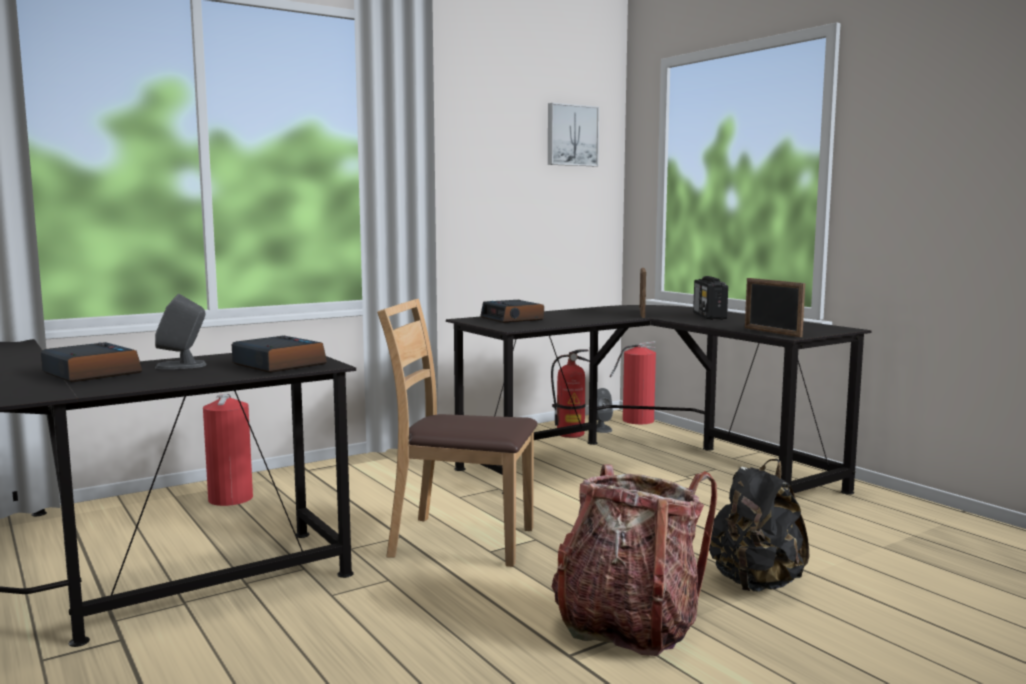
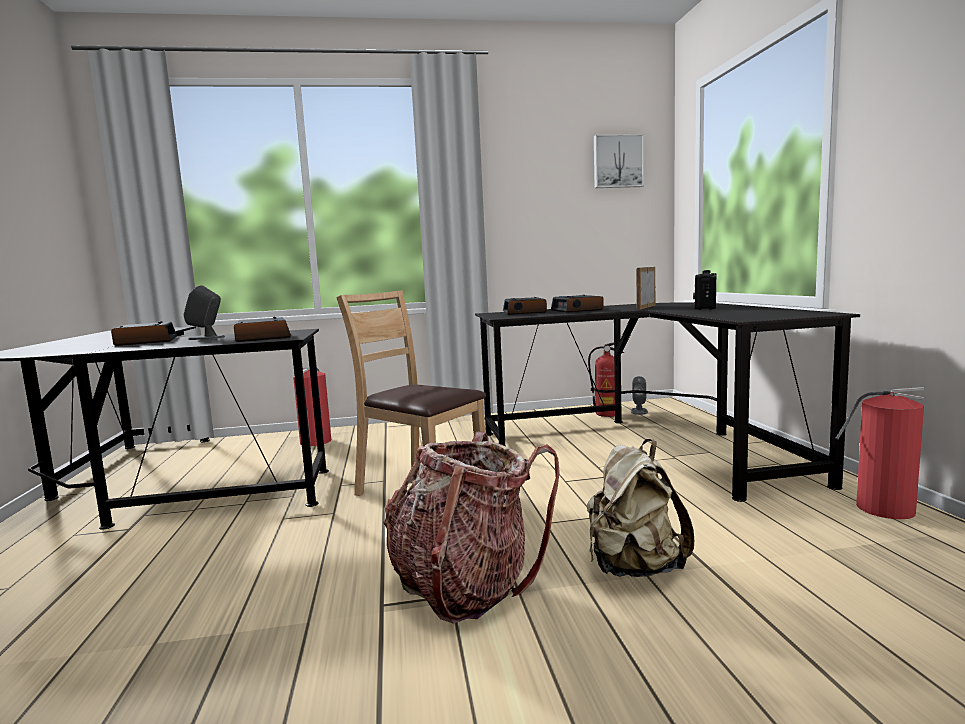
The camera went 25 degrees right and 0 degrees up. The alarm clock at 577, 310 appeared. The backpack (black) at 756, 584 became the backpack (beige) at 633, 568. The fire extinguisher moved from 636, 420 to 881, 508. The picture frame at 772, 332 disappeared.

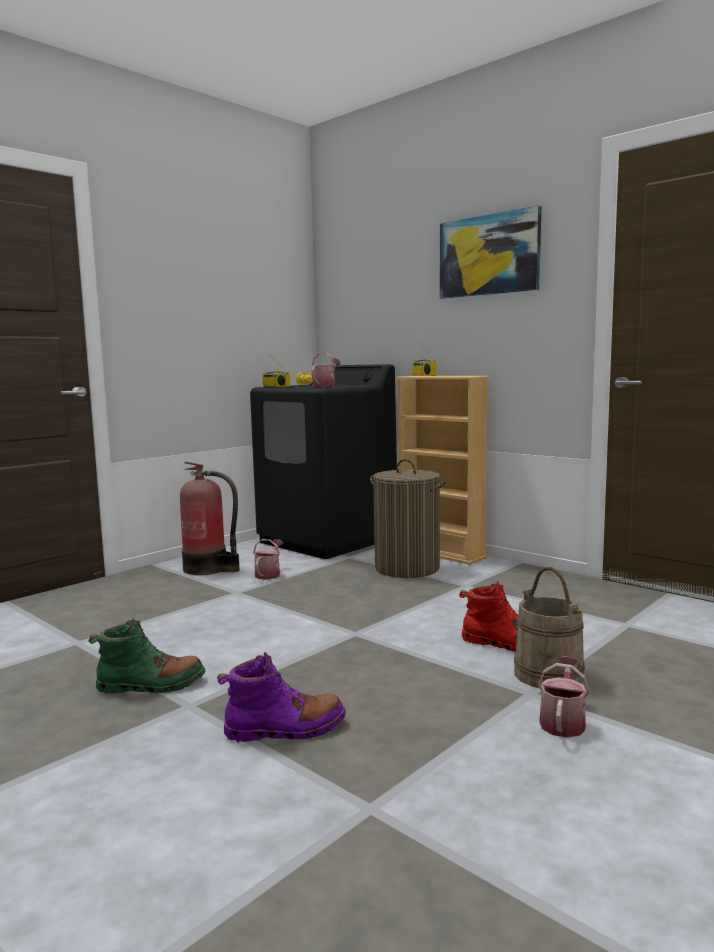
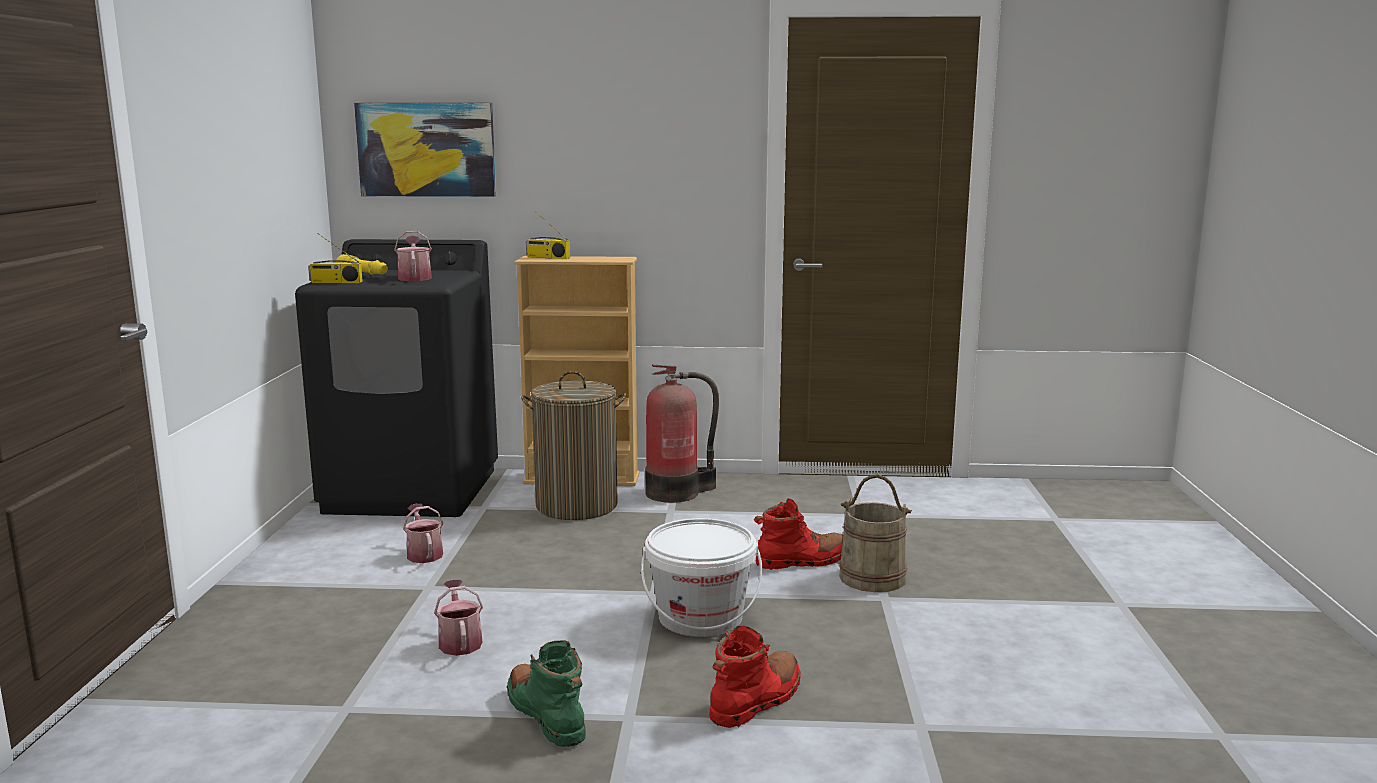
The camera went 40 degrees left and 5 degrees up. The picture moved from 489, 255 to 426, 149. The watering can moved from 562, 721 to 459, 641. The boot (green) at 151, 685 turned 75 degrees counterclockwise. The bucket (white) at 700, 618 appeared. The fire extinguisher moved from 208, 569 to 676, 493. The boot (purple) at 285, 729 became the boot (red) at 756, 700.

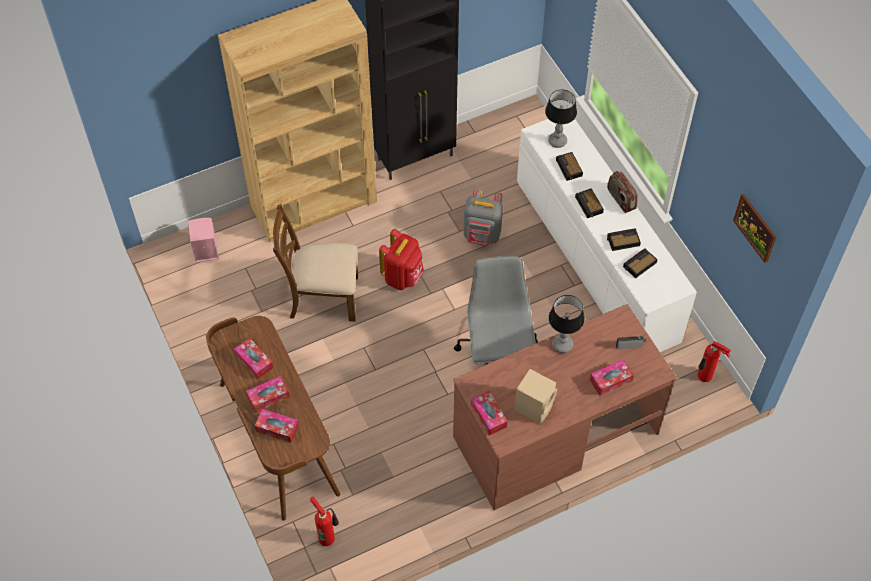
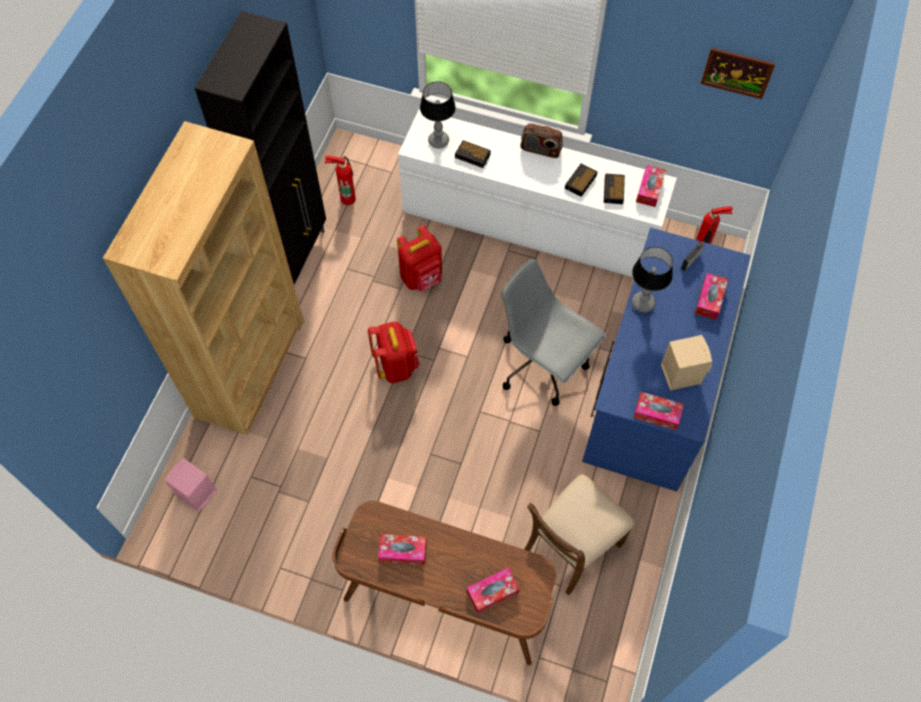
The camera went 45 degrees left and 5 degrees up. The fire extinguisher moved from 327, 536 to 347, 197. The backpack (grey) at 482, 235 became the backpack (red) at 422, 277. The chair (brown) moved from 323, 296 to 571, 546. The desk (brown) at 555, 434 became the desk (blue) at 652, 389. The tissue box moved from 268, 397 to 649, 189. The alarm clock at 589, 205 disappeared.

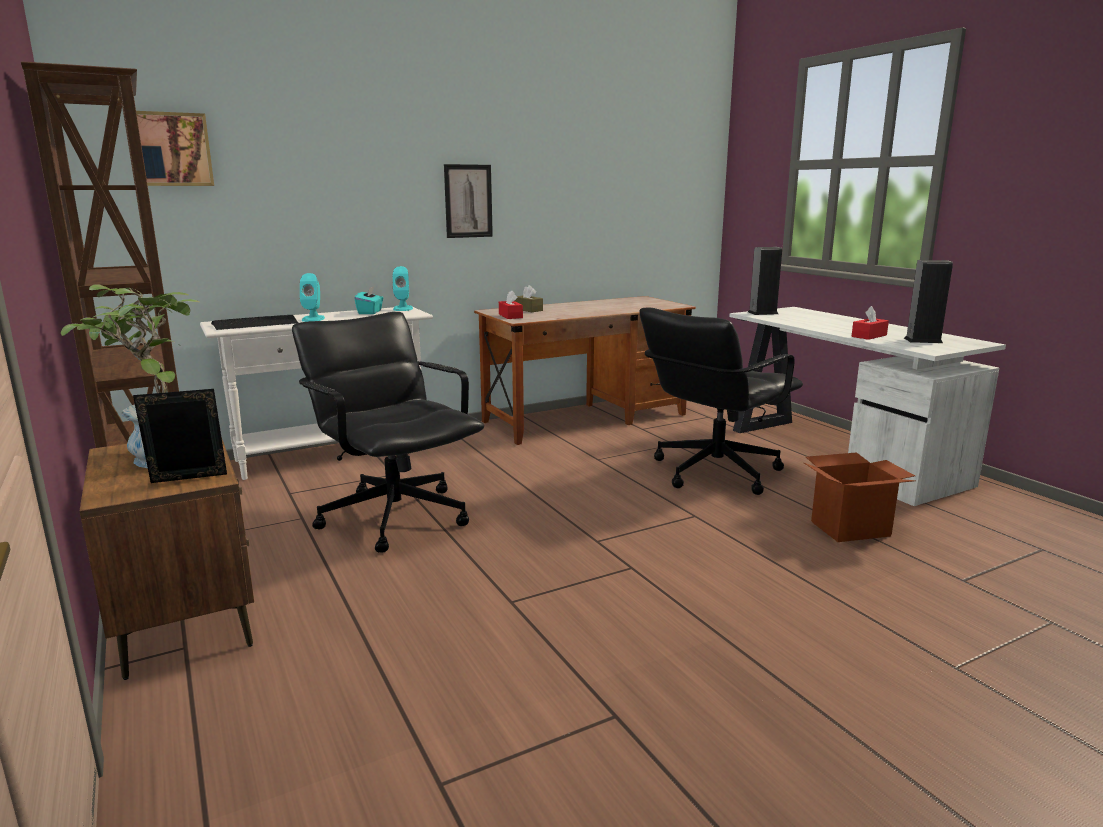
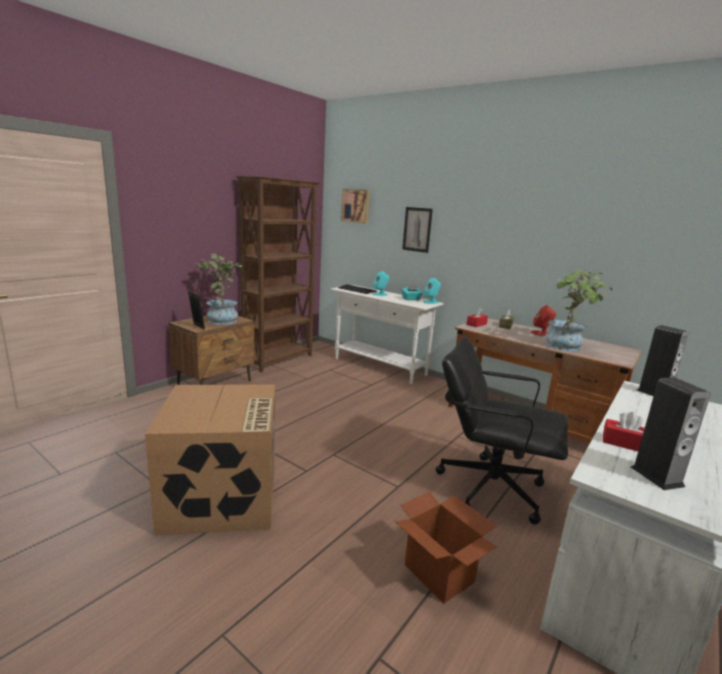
The camera went 65 degrees right and 0 degrees up. The cardboard box at 223, 497 appeared. The picture moved from 468, 201 to 417, 229. The speaker (red) at 541, 333 appeared. The potted plant at 567, 347 appeared. The office chair (black) at 395, 516 disappeared.

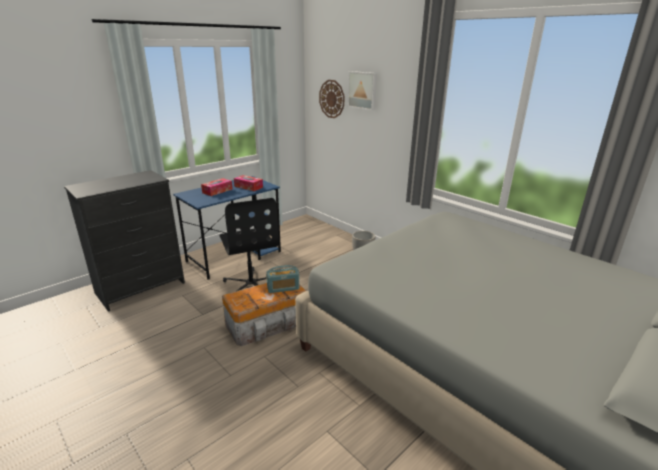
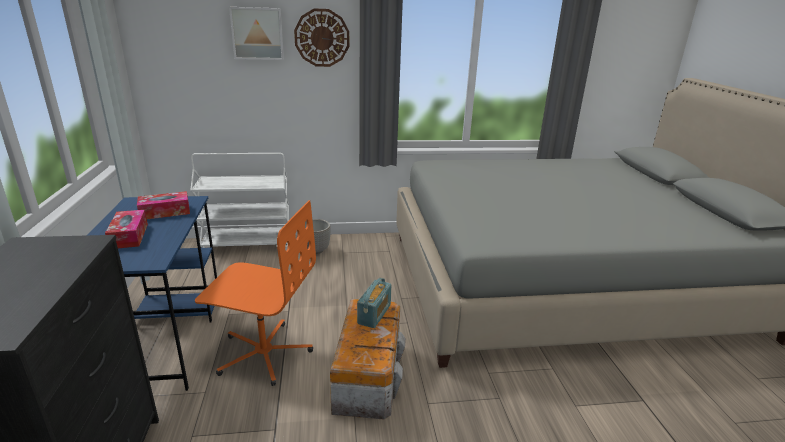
The camera went 55 degrees left and 0 degrees up. The cart (white) at 247, 246 appeared. The office chair (black) at 251, 285 became the office chair (orange) at 264, 353. The wall clock moved from 332, 99 to 322, 38.

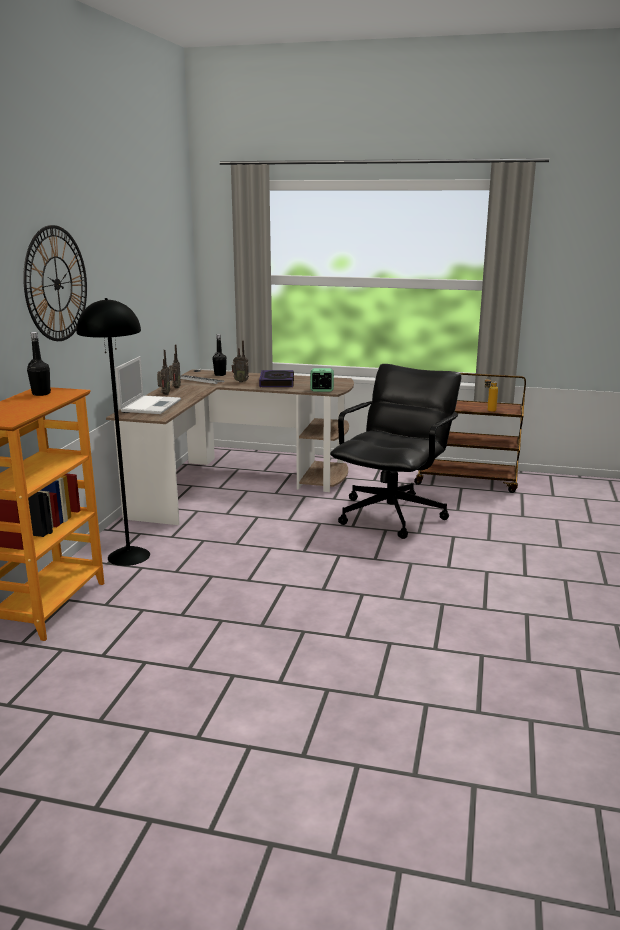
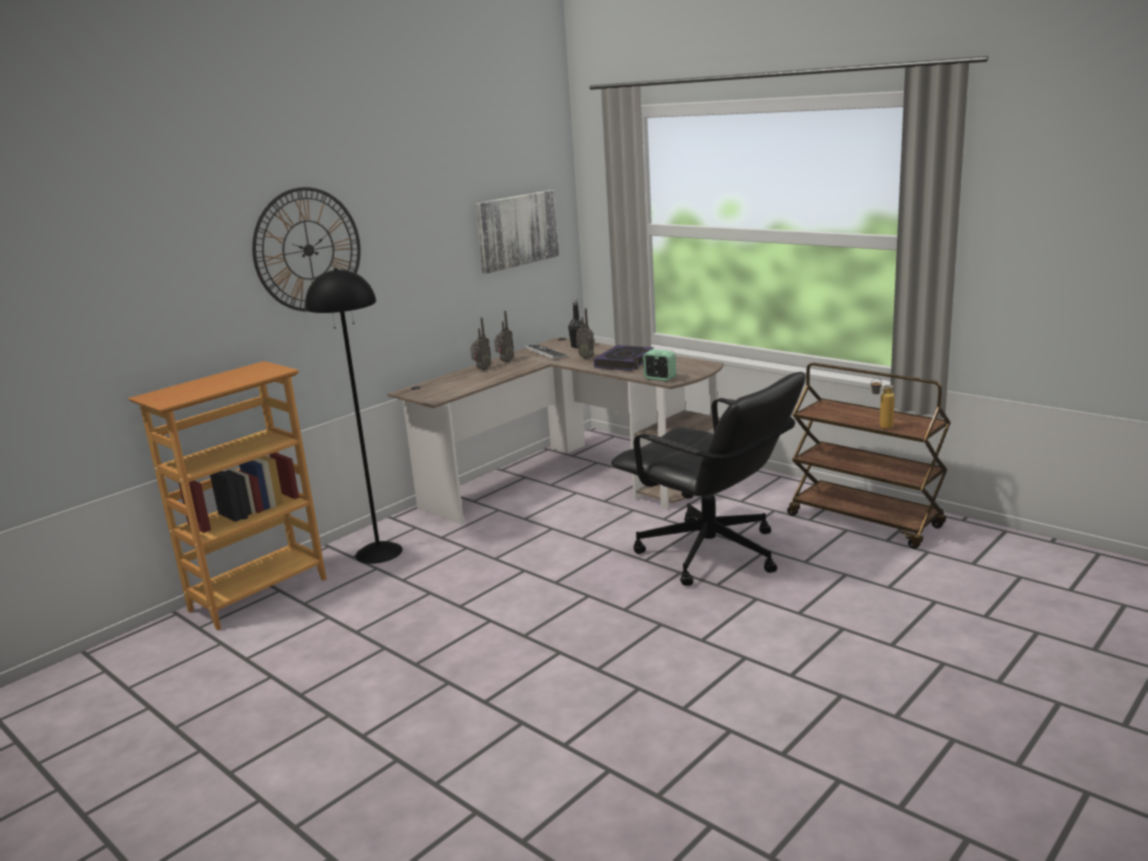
The camera went 30 degrees right and 0 degrees up. The picture at 516, 230 appeared. The office chair (black) at 392, 515 turned 75 degrees clockwise. The bottle (black) at 41, 393 disappeared. The laptop at 151, 405 disappeared.

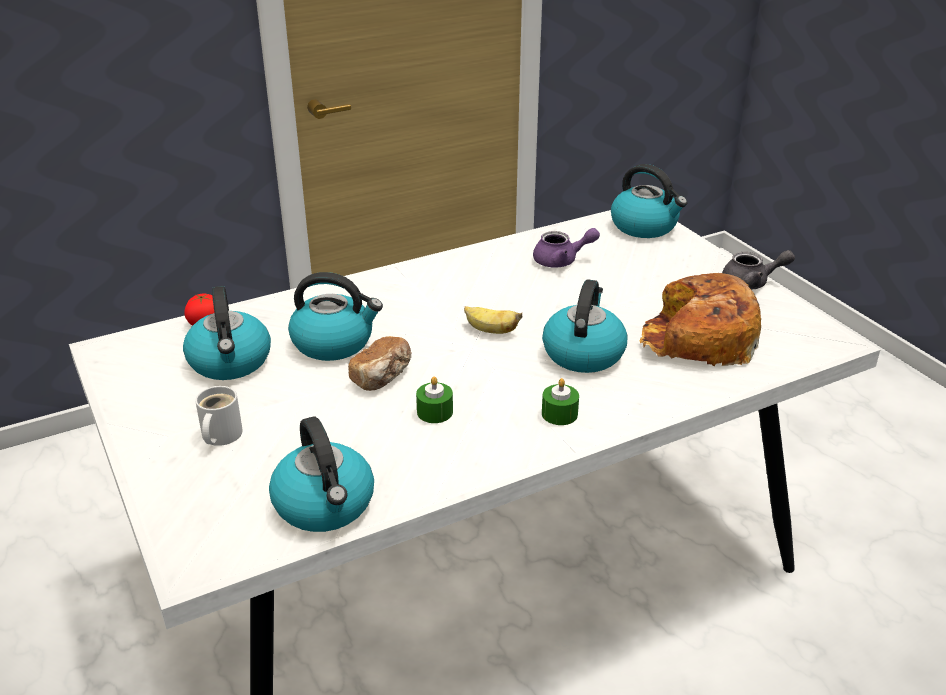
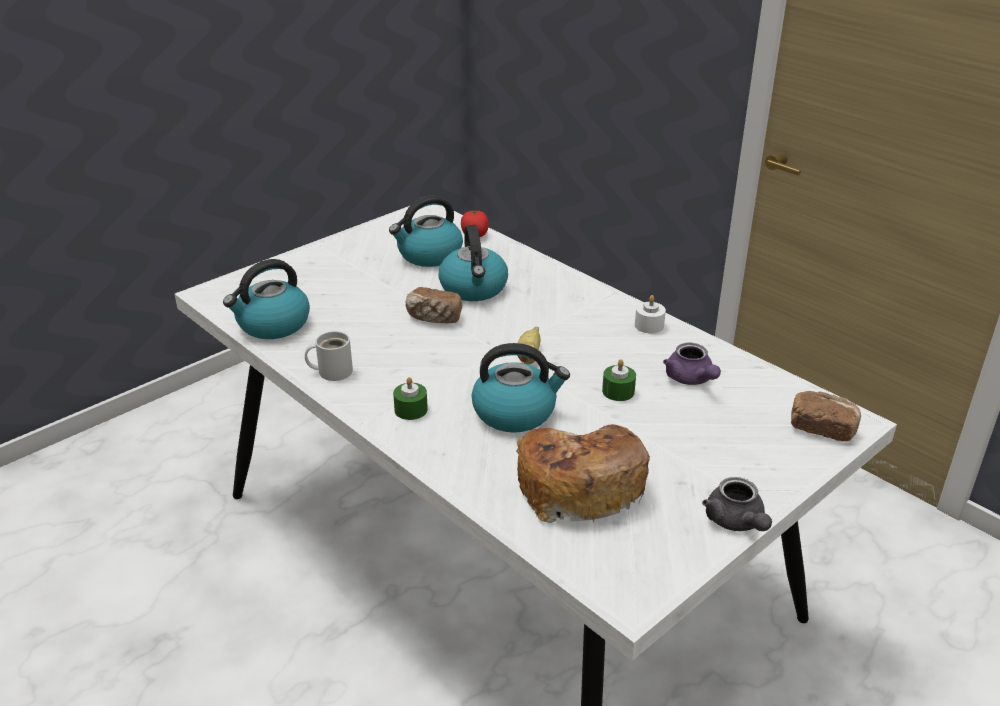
The camera went 75 degrees right and 0 degrees up. The mug (white) moved from 219, 436 to 332, 371. The candle (green) moved from 435, 412 to 618, 391. The candle (white) at 649, 325 appeared. The kettle at 645, 226 was replaced by the bread at 822, 428.

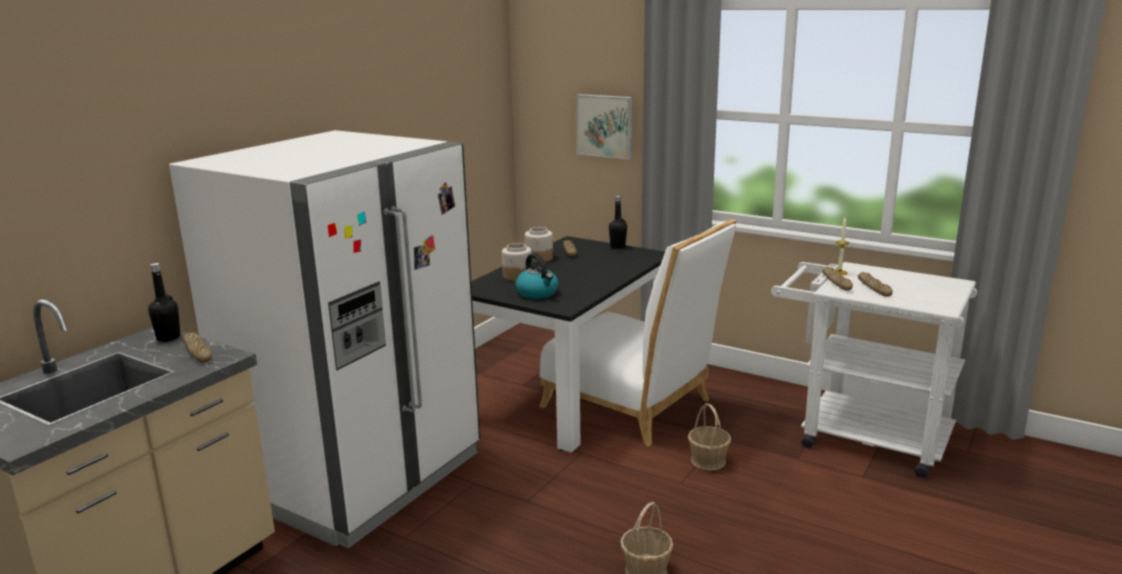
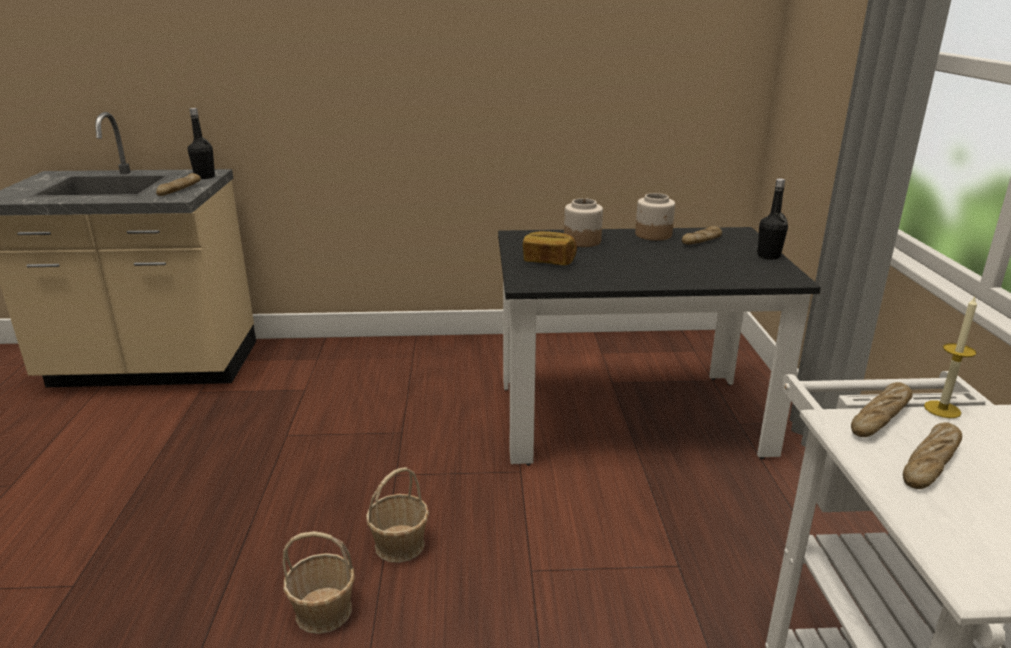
The camera went 55 degrees right and 5 degrees up. The basket moved from 708, 461 to 400, 545. The kettle at 538, 293 was replaced by the bread at 548, 261. The fridge (white) at 360, 476 disappeared. The chair (white) at 634, 406 disappeared. The picture at 605, 125 disappeared.

